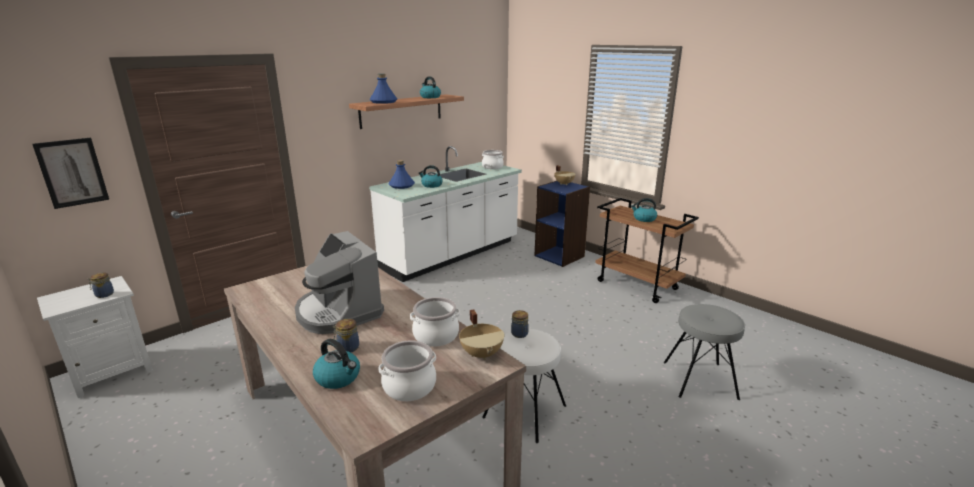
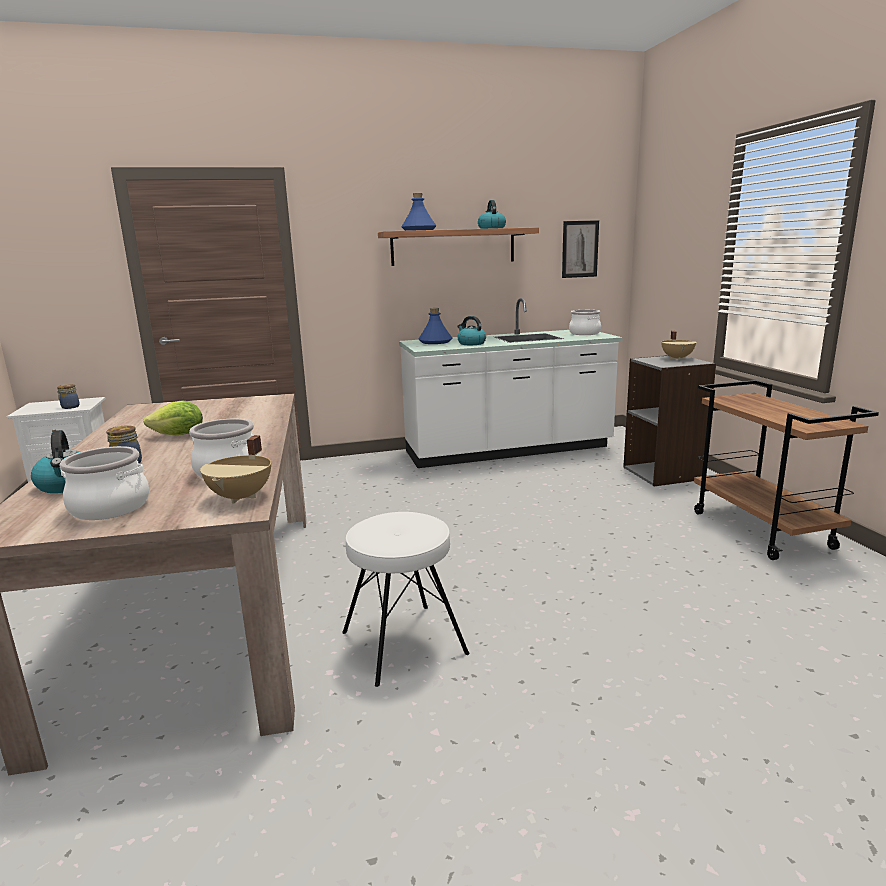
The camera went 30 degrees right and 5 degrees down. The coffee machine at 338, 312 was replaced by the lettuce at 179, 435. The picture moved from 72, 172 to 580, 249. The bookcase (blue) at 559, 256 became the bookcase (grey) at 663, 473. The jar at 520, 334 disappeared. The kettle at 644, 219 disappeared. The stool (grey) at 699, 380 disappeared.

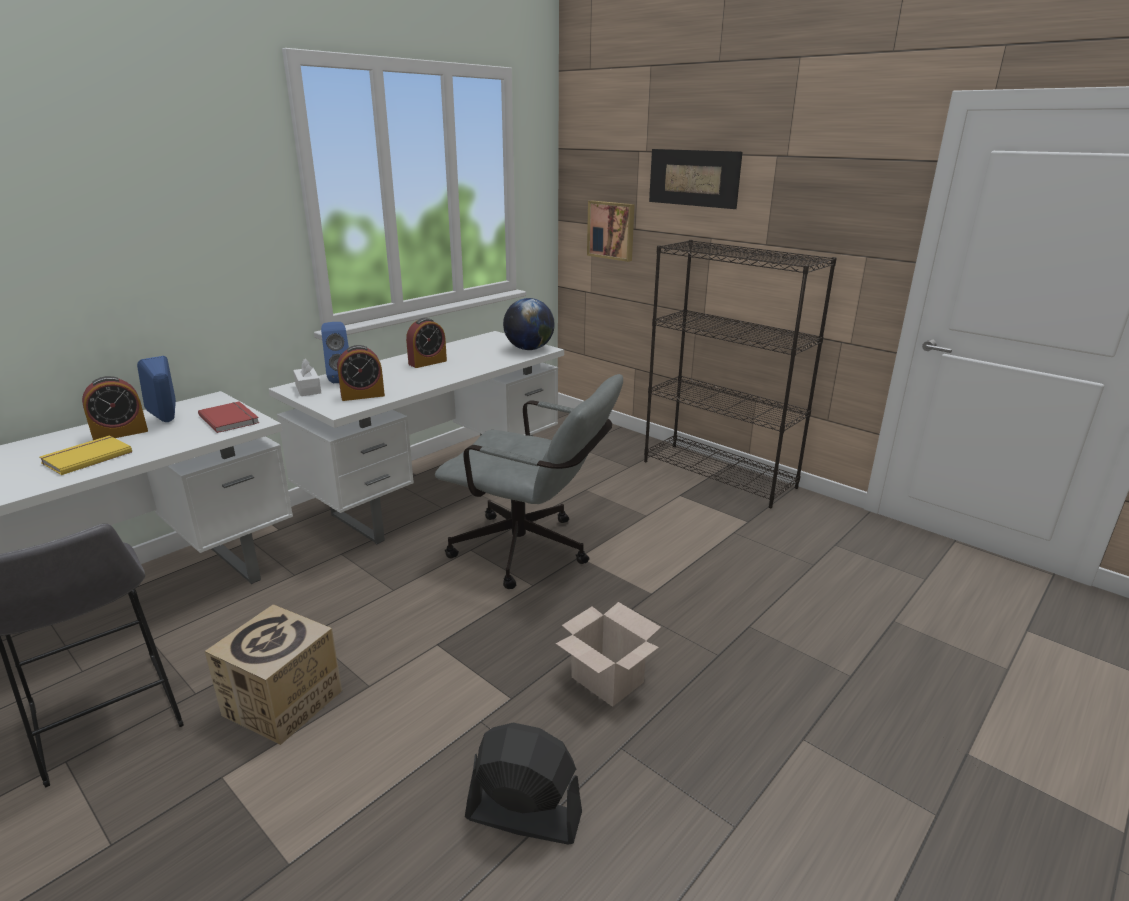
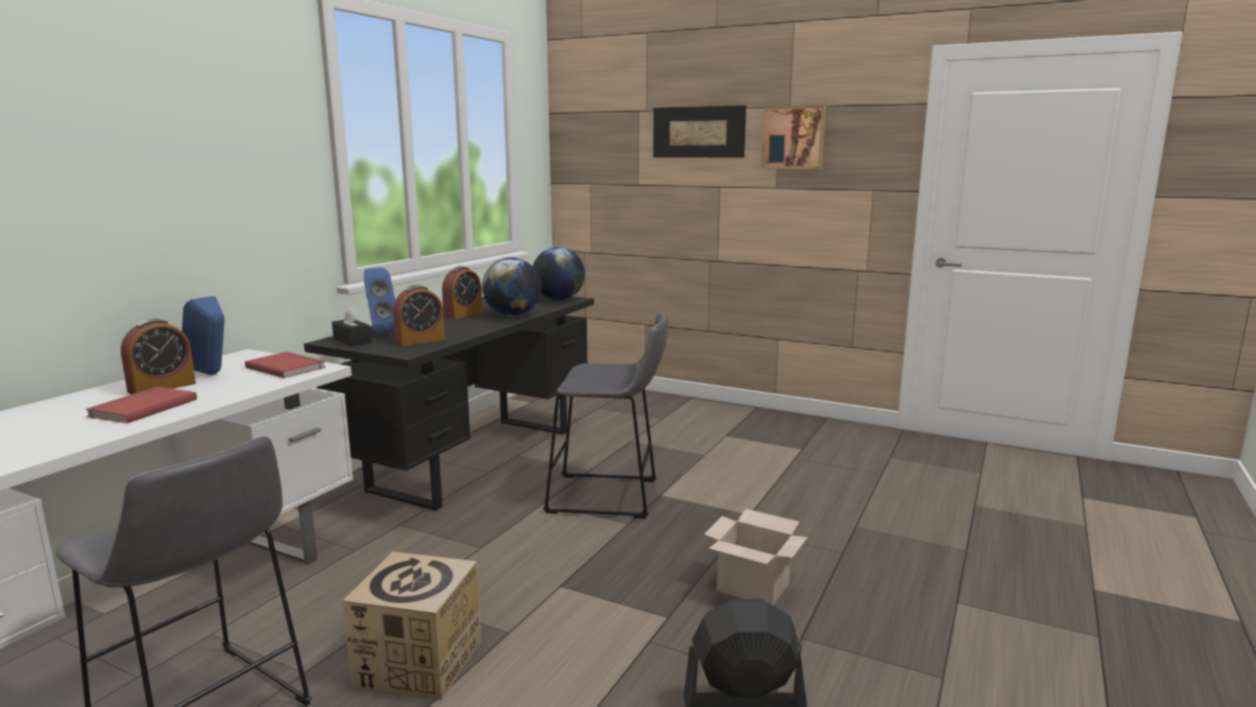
The camera went 15 degrees left and 10 degrees down. The book (yellow) at 86, 457 became the book (red) at 141, 408. The desk (white) at 438, 492 became the desk (black) at 475, 459. The tissue box (white) at 308, 389 became the tissue box (black) at 352, 340. The globe at 513, 315 appeared. The office chair (grey) at 532, 552 was replaced by the stool (grey) at 609, 497. The picture moved from 612, 230 to 794, 137. The bookcase (black) at 719, 474 disappeared.

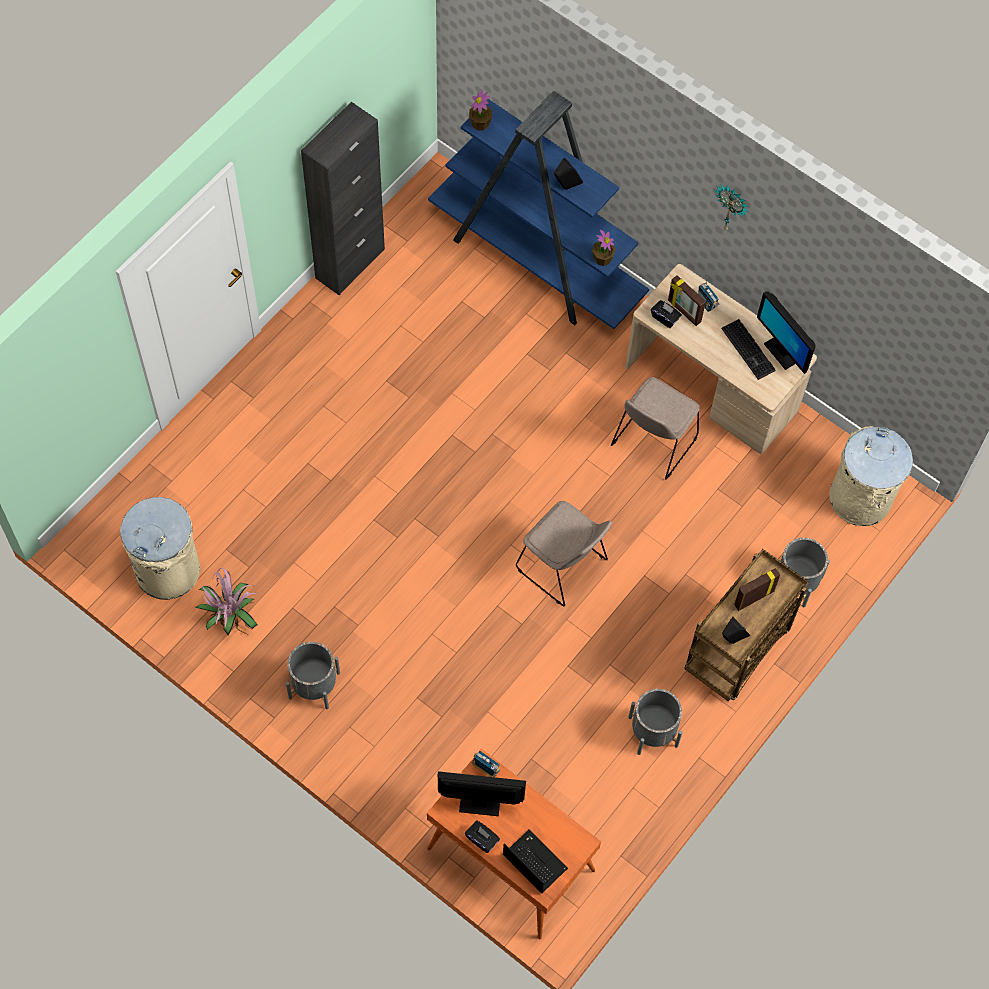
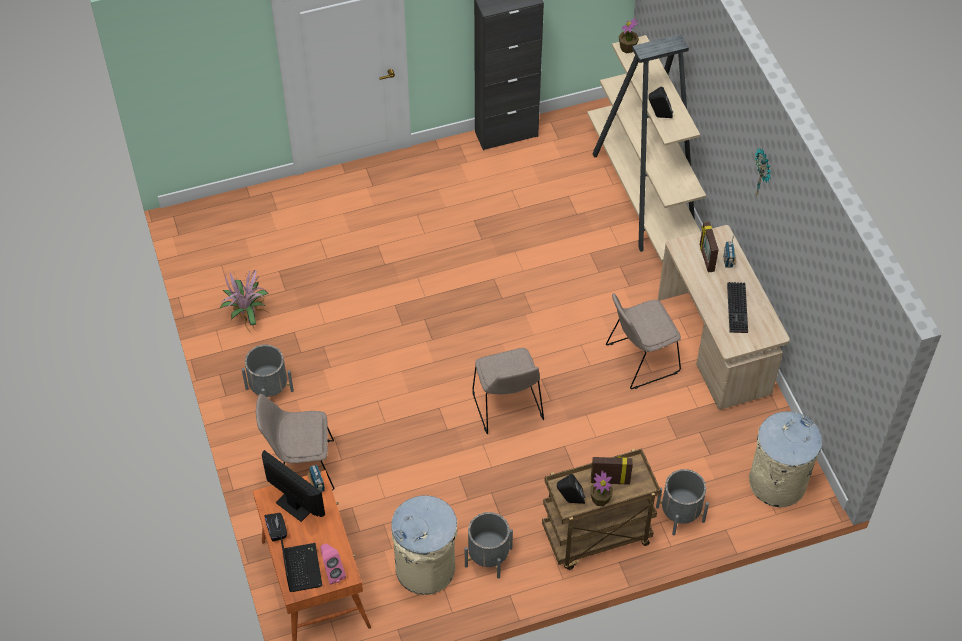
The camera went 35 degrees right and 10 degrees down. The chair (beige) at 301, 467 appeared. The speaker (pink) at 332, 572 appeared. The trash can (beige) moved from 168, 570 to 426, 568. The bookcase (blue) at 537, 261 became the bookcase (beige) at 644, 196. The potted plant moved from 602, 258 to 600, 499. The tissue box (black) at 665, 318 disappeared. The monitor at 781, 352 disappeared.

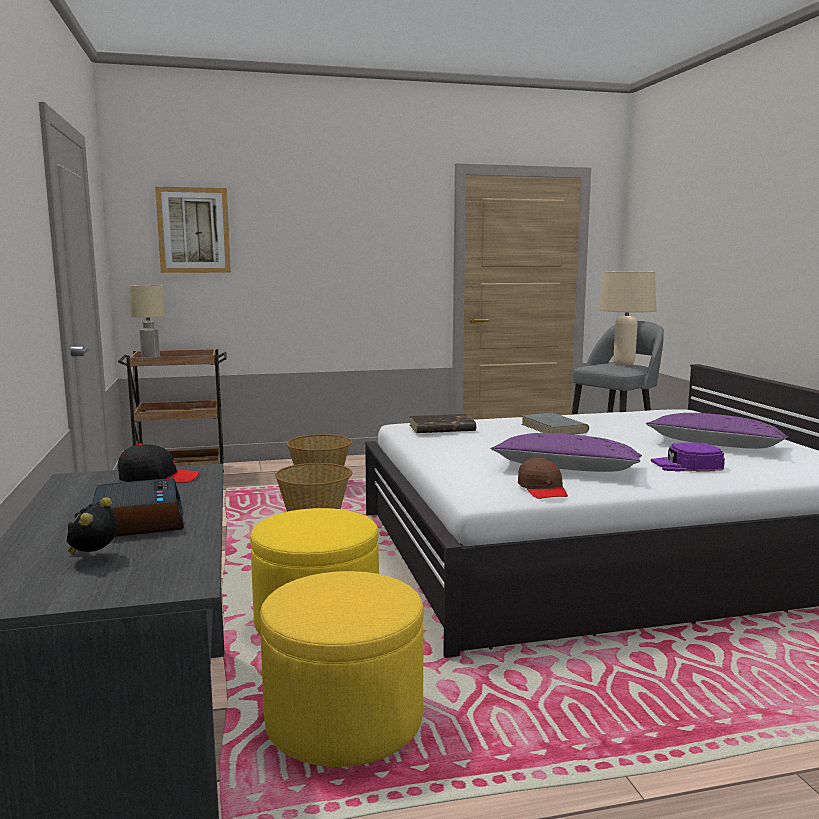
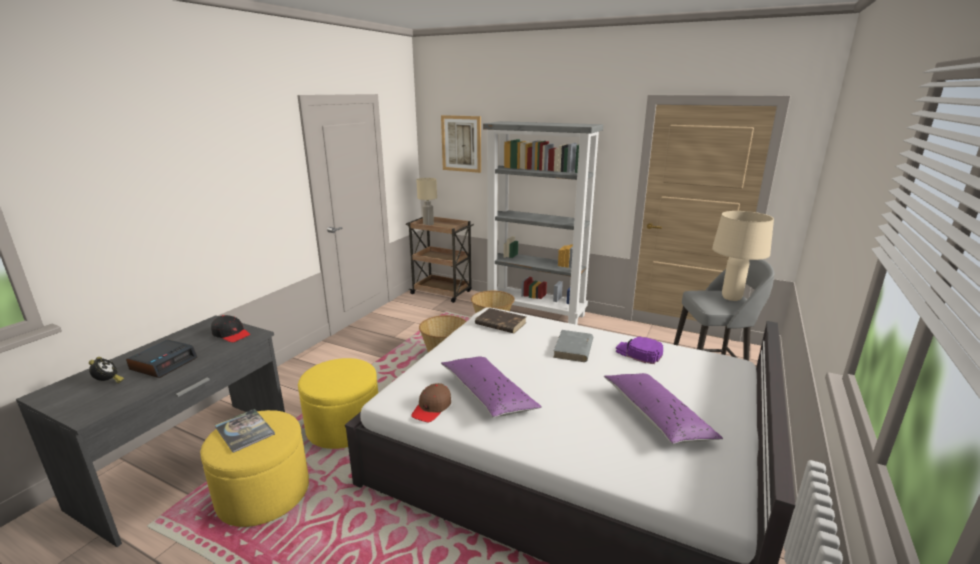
The camera went 40 degrees right and 10 degrees up. The alarm clock at 94, 557 turned 105 degrees clockwise. The book at 244, 431 appeared. The bookcase (grey) at 536, 312 appeared. The cap (purple) moved from 687, 465 to 638, 353.

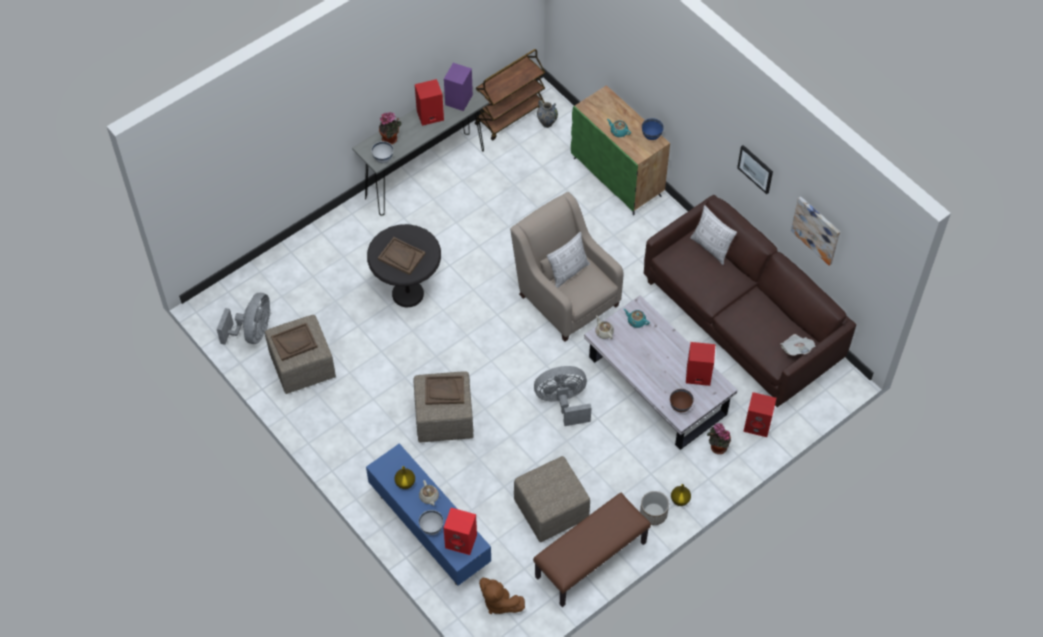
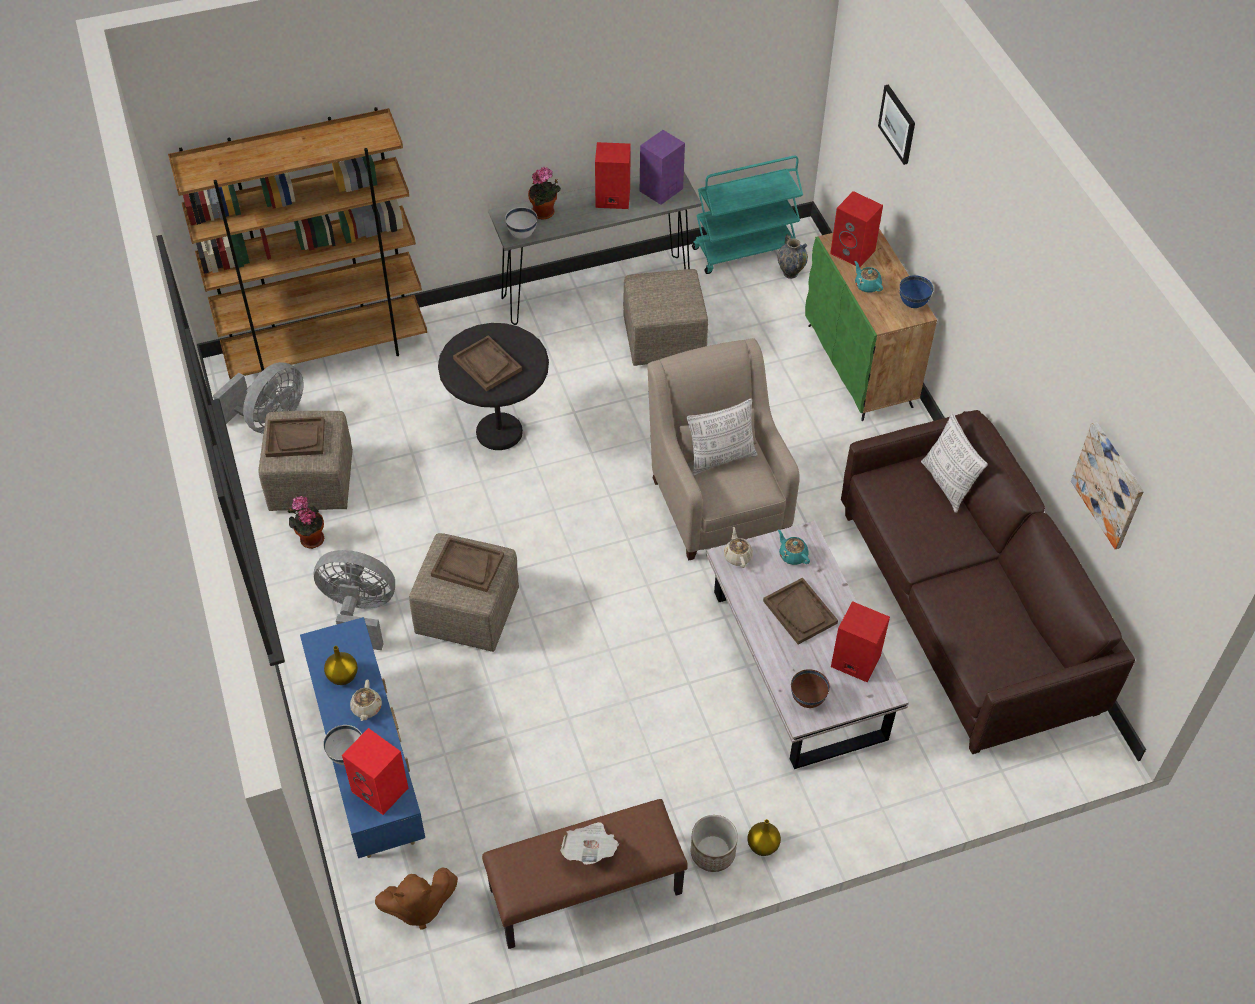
The camera went 20 degrees right and 5 degrees down. The bookcase (brown) at 327, 352 appeared. The potted plant moved from 717, 447 to 310, 538. The fan (grey) moved from 563, 403 to 359, 612. The plush toy (brown) at 499, 602 turned 75 degrees counterclockwise. The newspaper moved from 796, 349 to 590, 850. The ottoman (beige) moved from 550, 511 to 663, 340. The cart (brown) at 510, 115 became the cart (turquoise) at 745, 250. The tray (brown) at 800, 612 appeared. The speaker (red) moved from 758, 425 to 854, 252. The picture moved from 755, 169 to 898, 124.

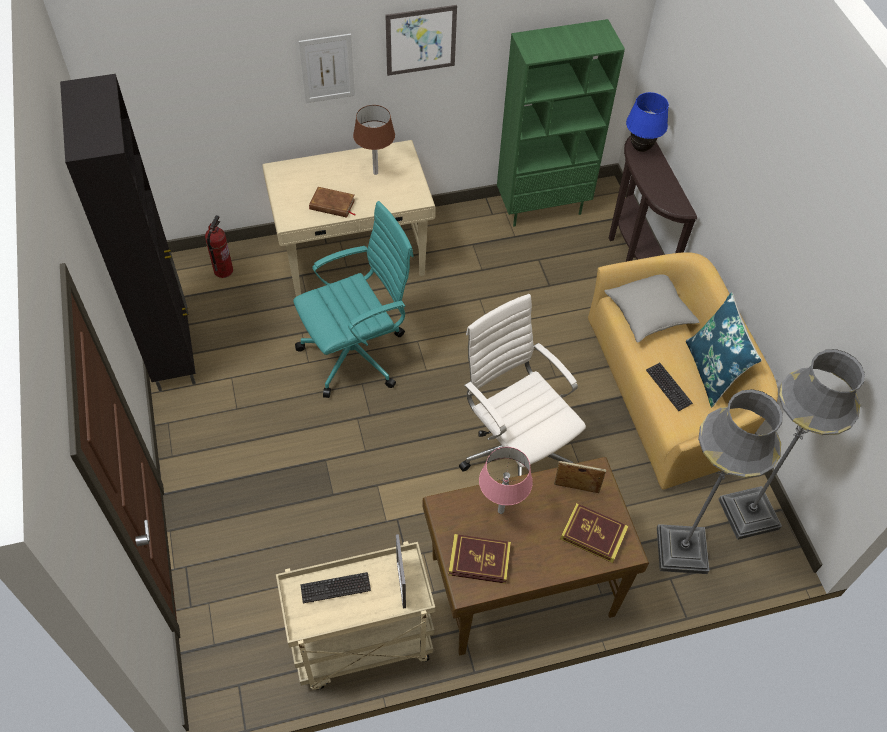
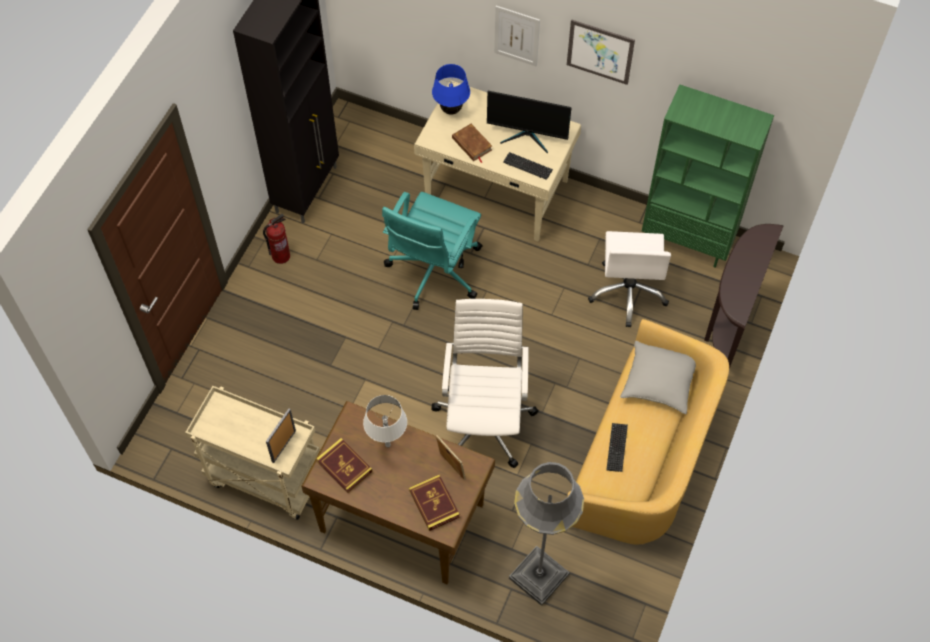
The camera went 40 degrees right and 5 degrees up. The fire extinguisher moved from 223, 270 to 281, 256. The table lamp (pink) at 500, 511 became the table lamp (white) at 387, 445. The office chair (turquoise) at 357, 353 turned 105 degrees clockwise. The table lamp (blue) moved from 640, 148 to 451, 110. The table lamp (brown) at 375, 172 was replaced by the monitor at 527, 136. The keyboard moved from 335, 588 to 527, 166. The office chair (white) at 628, 292 appeared. The pillow (blue) at 712, 371 disappeared. The floor lamp (grey) at 748, 514 disappeared.

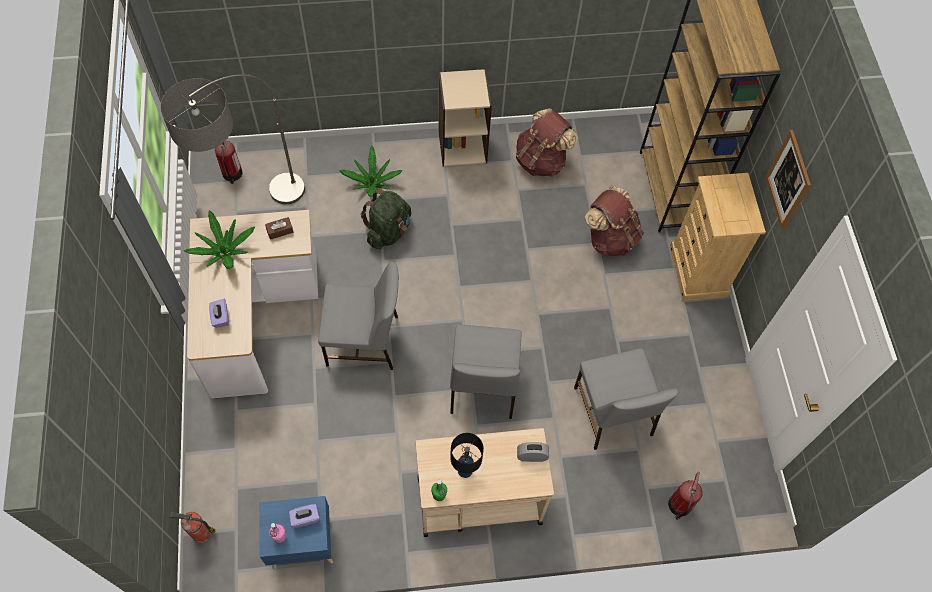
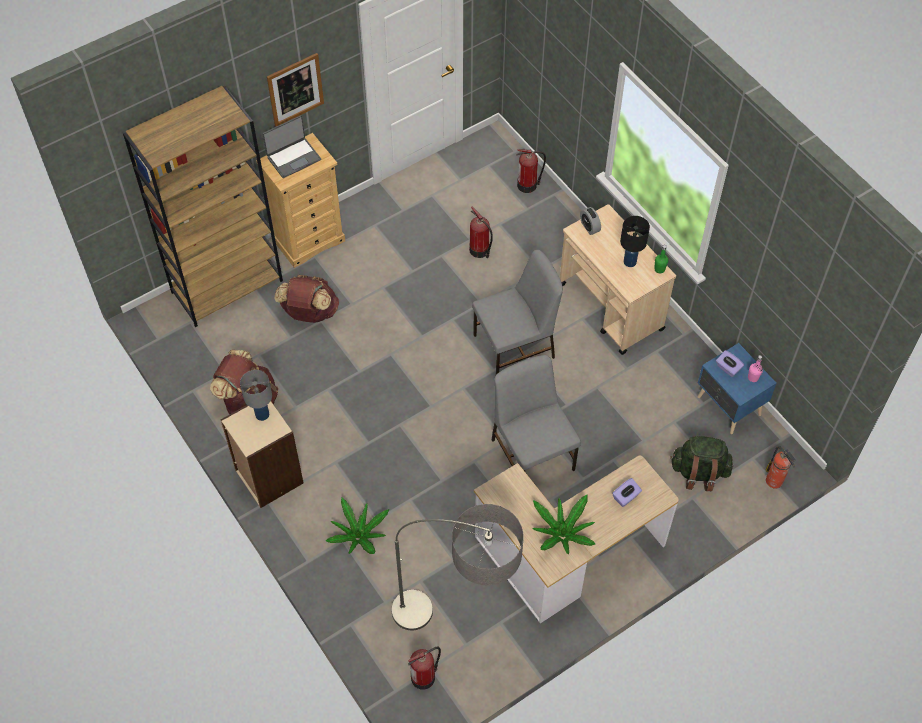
The camera went 115 degrees left and 5 degrees down. The table lamp (grey) at 262, 414 appeared. The laptop at 293, 158 appeared. The chair (grey) at 612, 413 was replaced by the fire extinguisher at 480, 250. The backpack (green) moved from 388, 231 to 699, 472. The tissue box (brown) at 280, 231 disappeared.

